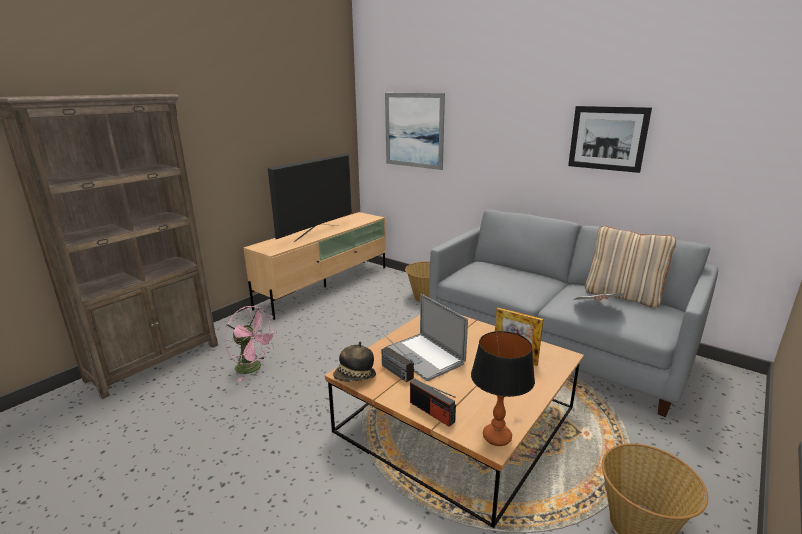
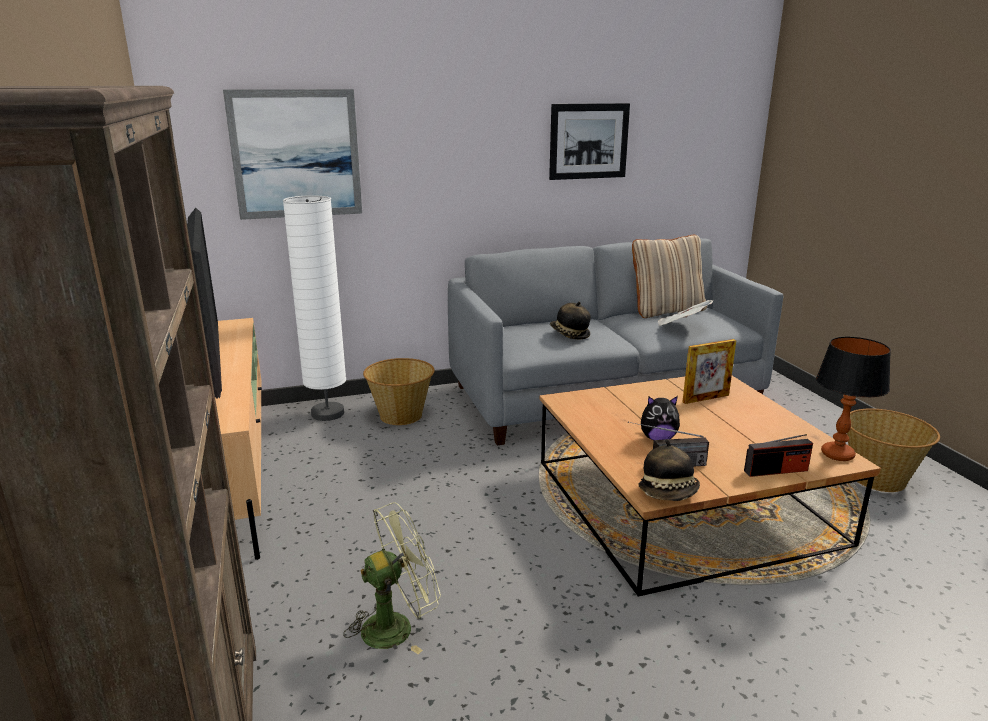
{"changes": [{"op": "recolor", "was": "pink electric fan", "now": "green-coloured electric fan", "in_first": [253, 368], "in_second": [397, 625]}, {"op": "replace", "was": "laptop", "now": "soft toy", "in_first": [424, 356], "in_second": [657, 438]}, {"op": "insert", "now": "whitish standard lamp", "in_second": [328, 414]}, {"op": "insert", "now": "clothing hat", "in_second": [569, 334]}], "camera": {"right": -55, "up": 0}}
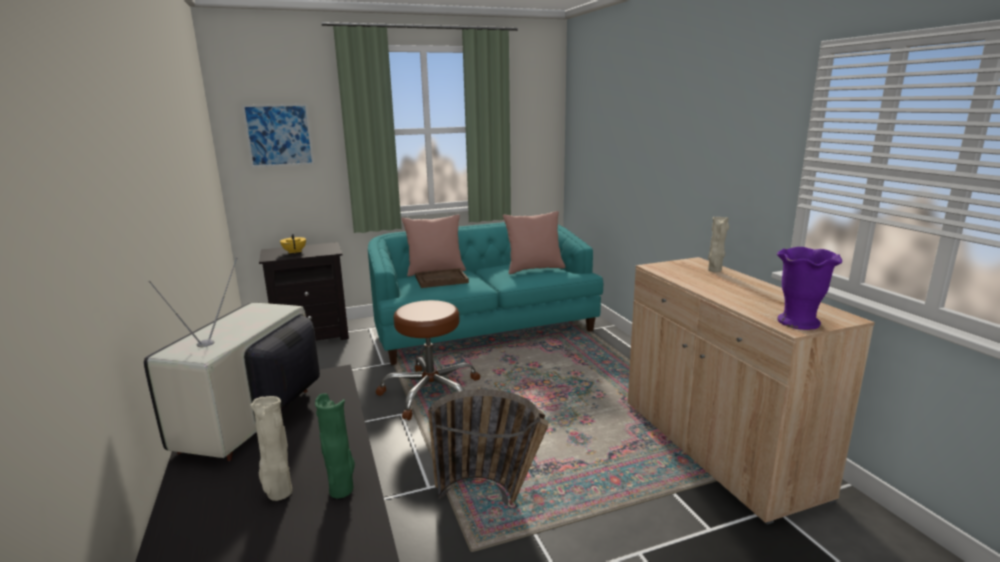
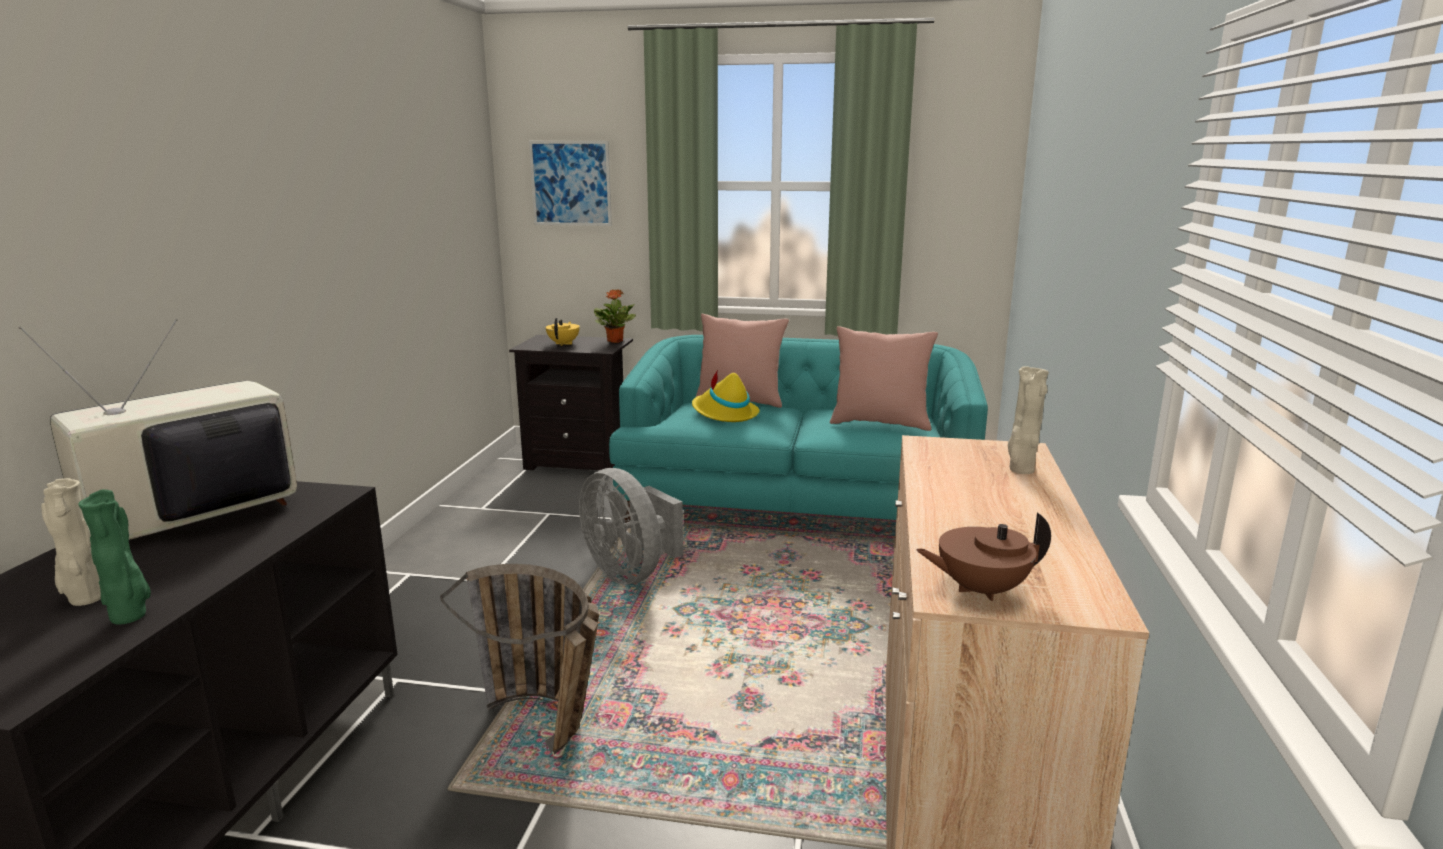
{"changes": [{"op": "replace", "was": "brownish stool seat", "now": "gray electric fan", "in_first": [430, 393], "in_second": [630, 572]}, {"op": "replace", "was": "brownish tray", "now": "yellow clothing hat", "in_first": [441, 280], "in_second": [724, 413]}, {"op": "replace", "was": "purple decorative vase", "now": "brownish teapot", "in_first": [798, 322], "in_second": [980, 589]}, {"op": "insert", "now": "houseplant", "in_second": [615, 341]}], "camera": {"right": 30, "up": 0}}
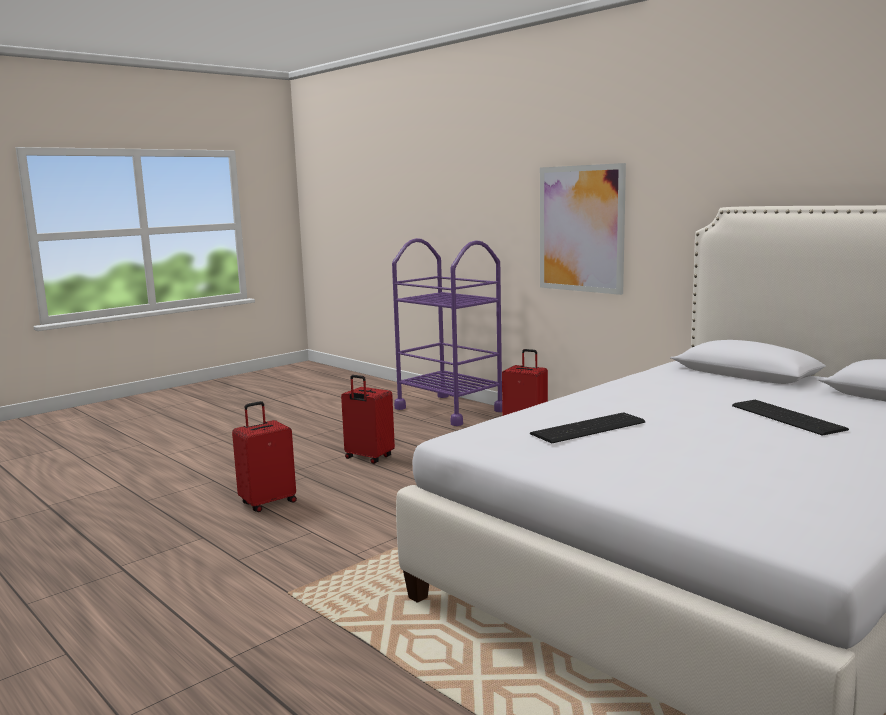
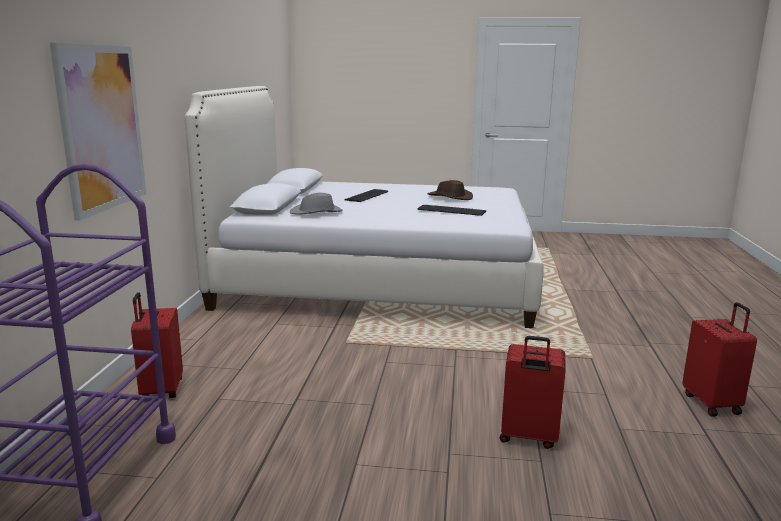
{"changes": [{"op": "move", "was": "reddish piece of luggage", "in_first": [368, 458], "in_second": [712, 404]}, {"op": "insert", "now": "gray clothing hat", "in_second": [316, 212]}, {"op": "insert", "now": "brownish clothing hat", "in_second": [449, 197]}], "camera": {"right": -130, "up": 5}}
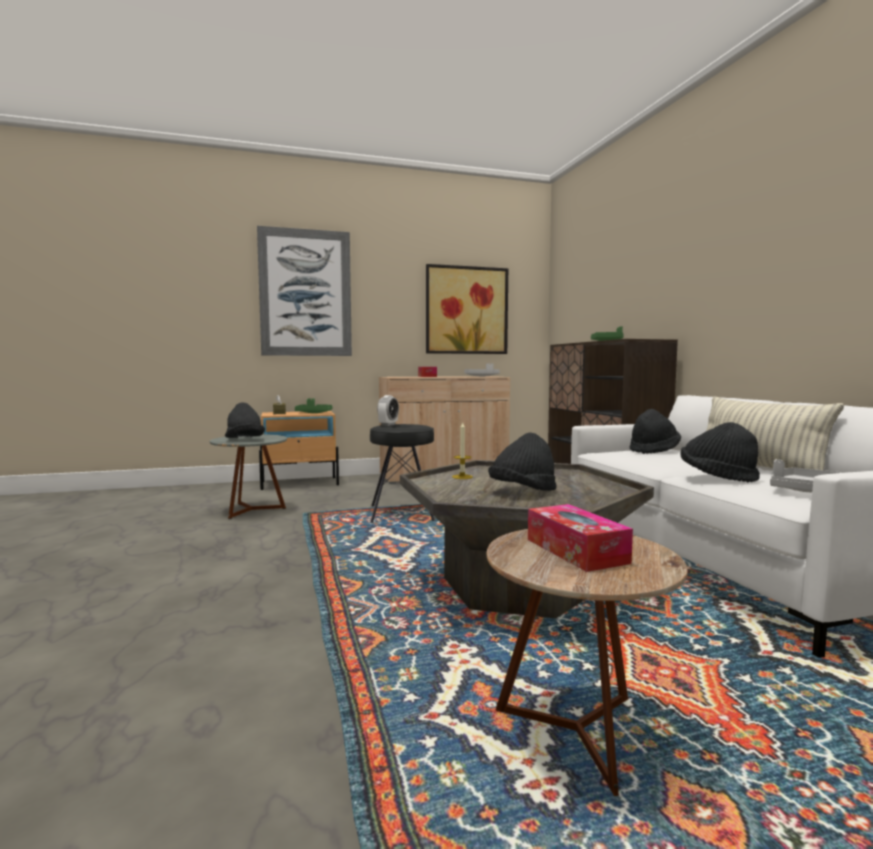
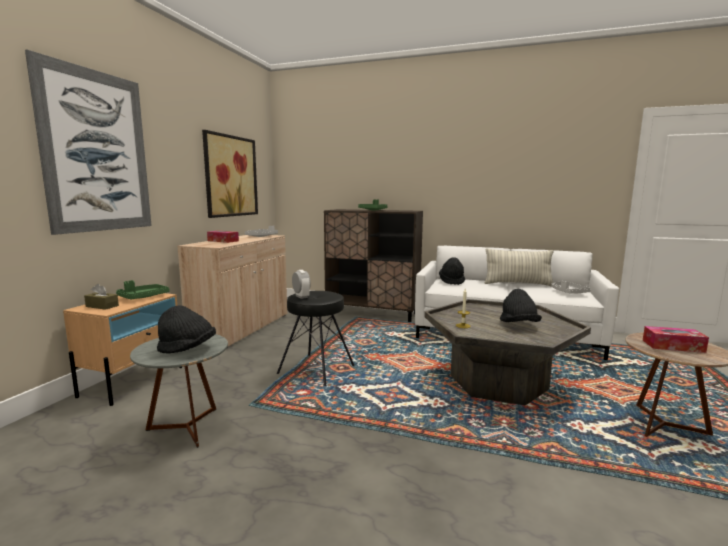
{"changes": [{"op": "delete", "was": "black-coloured clothing hat", "in_first": [717, 477]}], "camera": {"right": -55, "up": 5}}
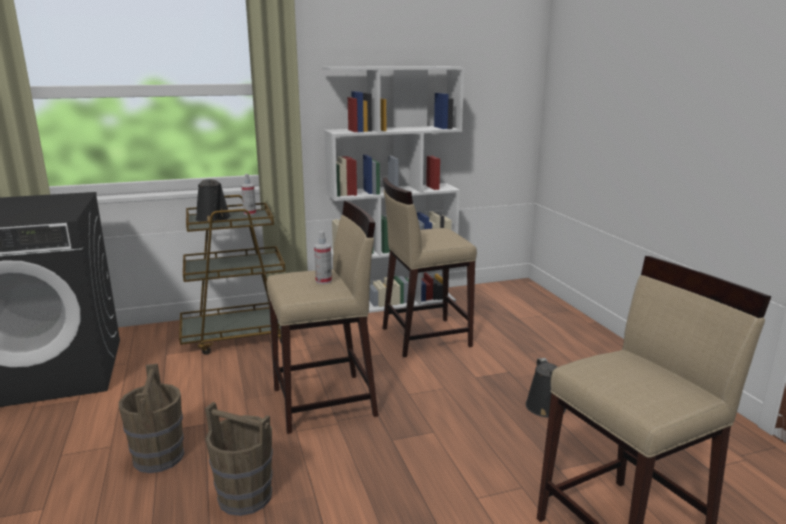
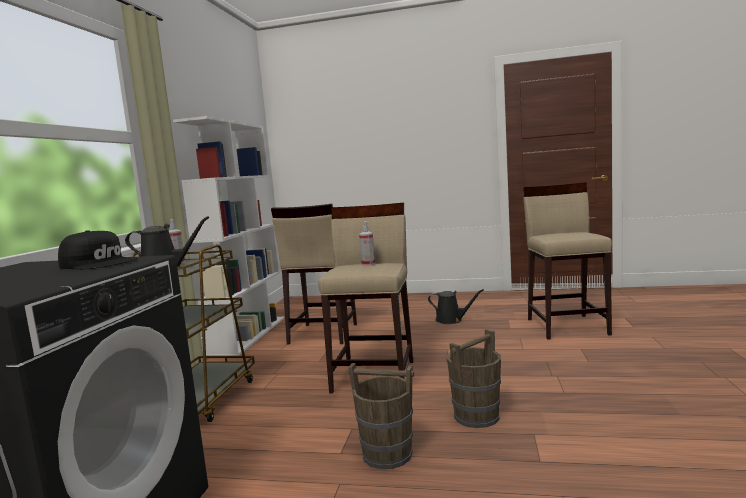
{"changes": [{"op": "insert", "now": "black-coloured cap", "in_second": [100, 263]}], "camera": {"right": -60, "up": -10}}
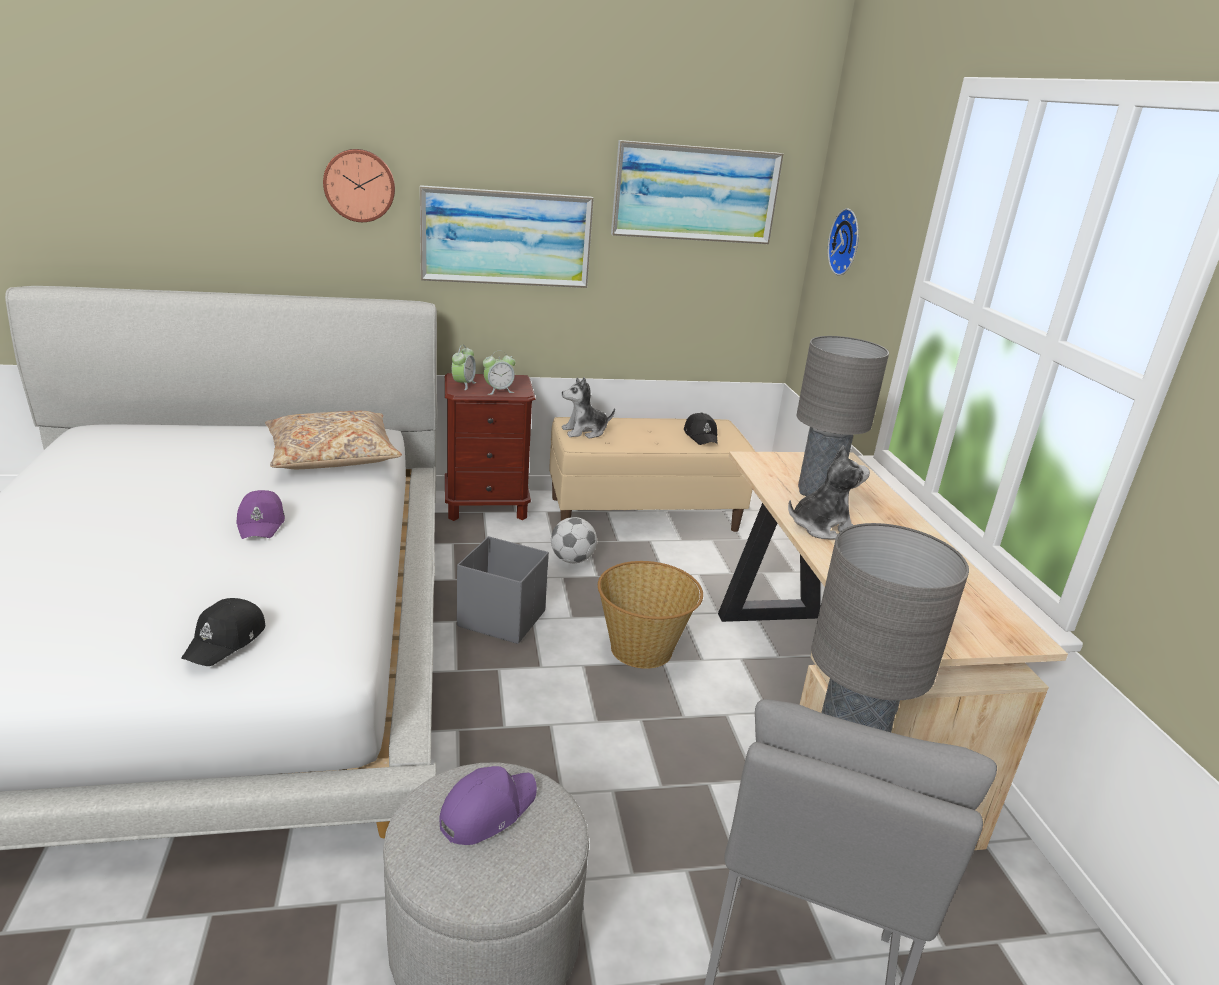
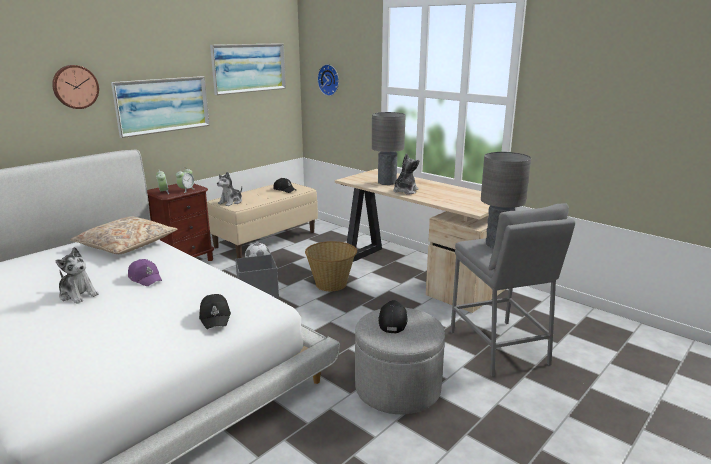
{"changes": [{"op": "recolor", "was": "purple cap", "now": "black-coloured cap", "in_first": [487, 810], "in_second": [392, 321]}, {"op": "insert", "now": "soft toy", "in_second": [78, 294]}], "camera": {"right": -35, "up": -5}}
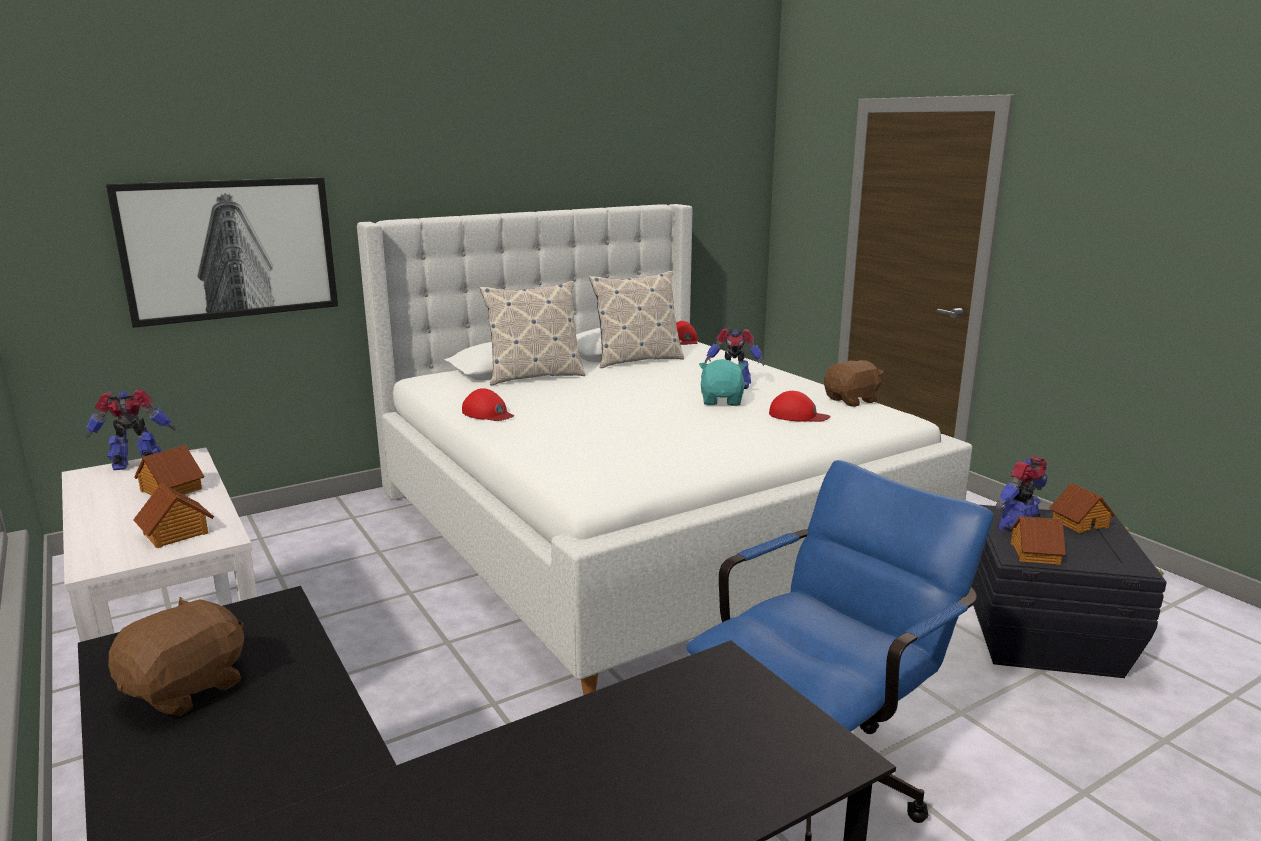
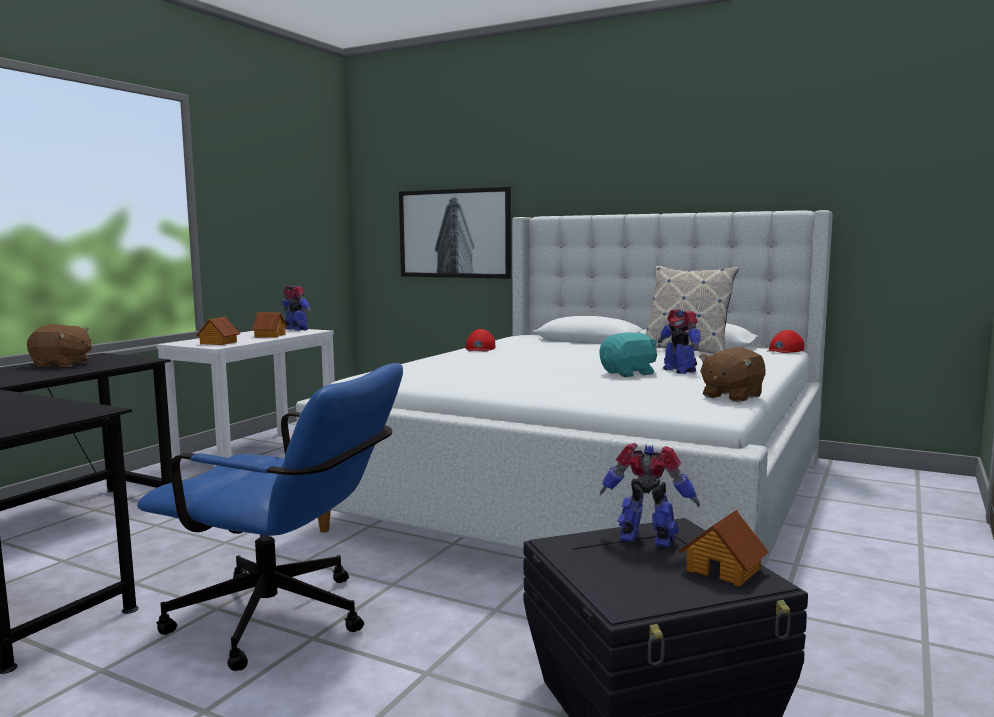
{"changes": [{"op": "delete", "was": "pillow", "in_first": [534, 376]}, {"op": "delete", "was": "reddish cap", "in_first": [798, 415]}, {"op": "rotate", "was": "brownish soft toy", "in_first": [852, 400], "in_second": [731, 396], "clockwise": 105}, {"op": "delete", "was": "model house", "in_first": [1034, 553]}], "camera": {"right": 60, "up": -10}}
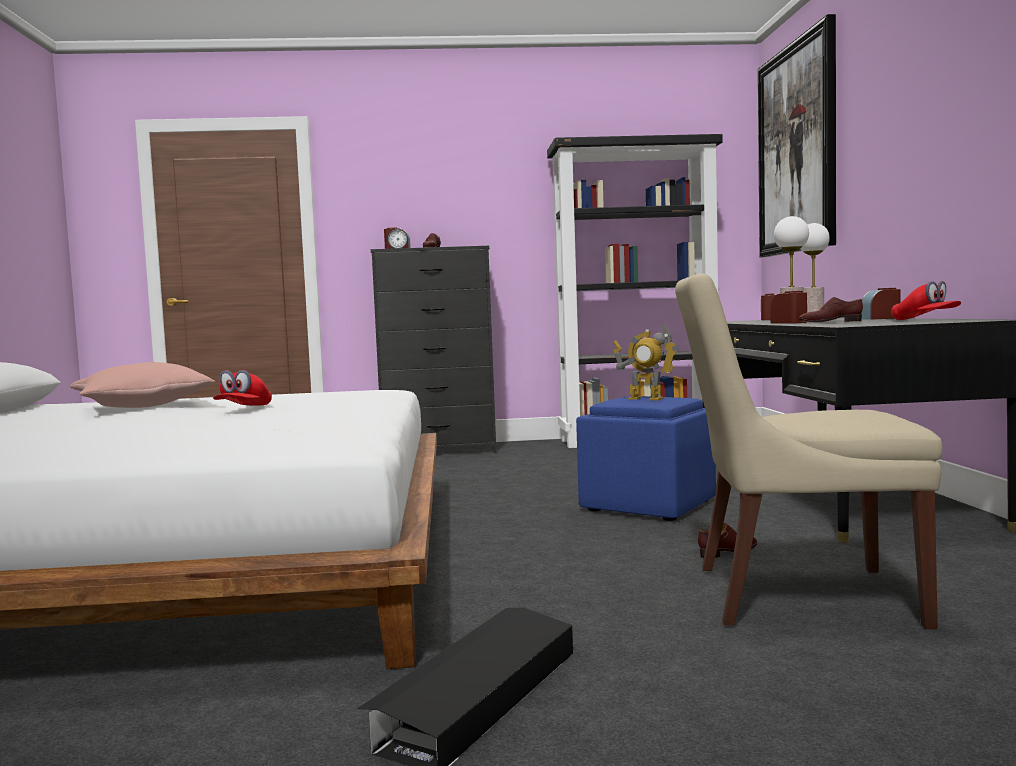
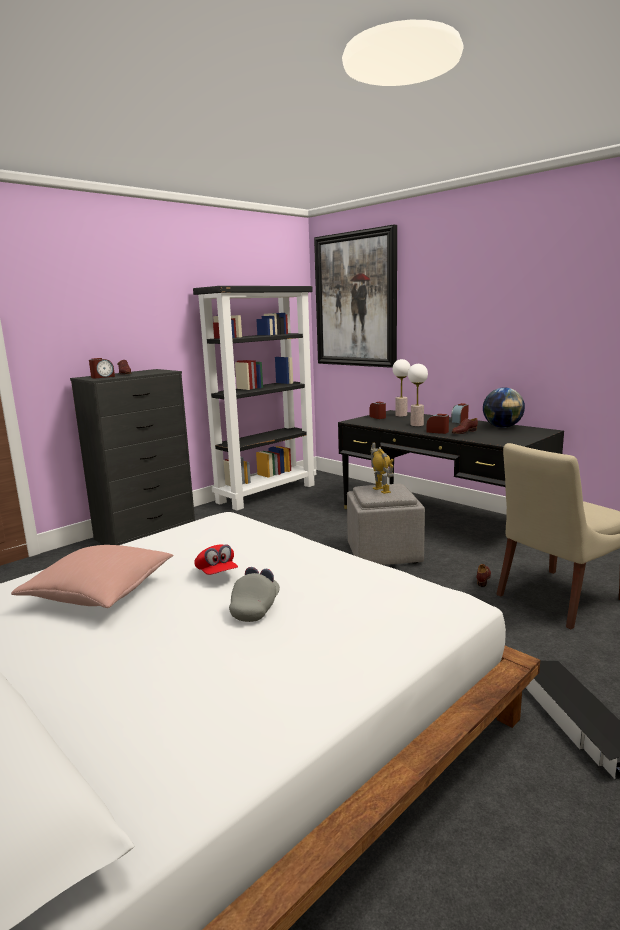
{"changes": [{"op": "recolor", "was": "blue ottoman", "now": "gray ottoman", "in_first": [650, 505], "in_second": [384, 553]}, {"op": "rotate", "was": "model robot", "in_first": [645, 399], "in_second": [381, 490], "clockwise": -105}, {"op": "replace", "was": "reddish cap", "now": "desk globe", "in_first": [925, 319], "in_second": [502, 427]}, {"op": "insert", "now": "gray cap", "in_second": [255, 608]}], "camera": {"right": -40, "up": 10}}
